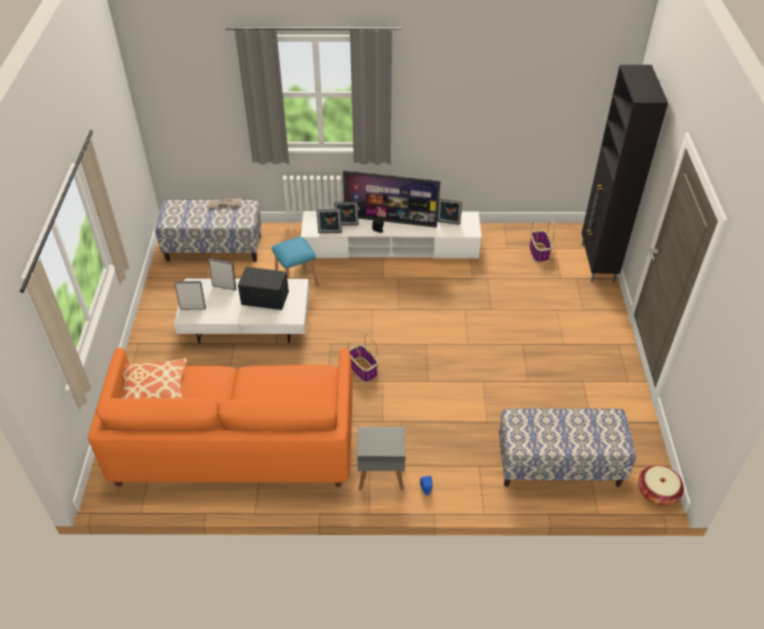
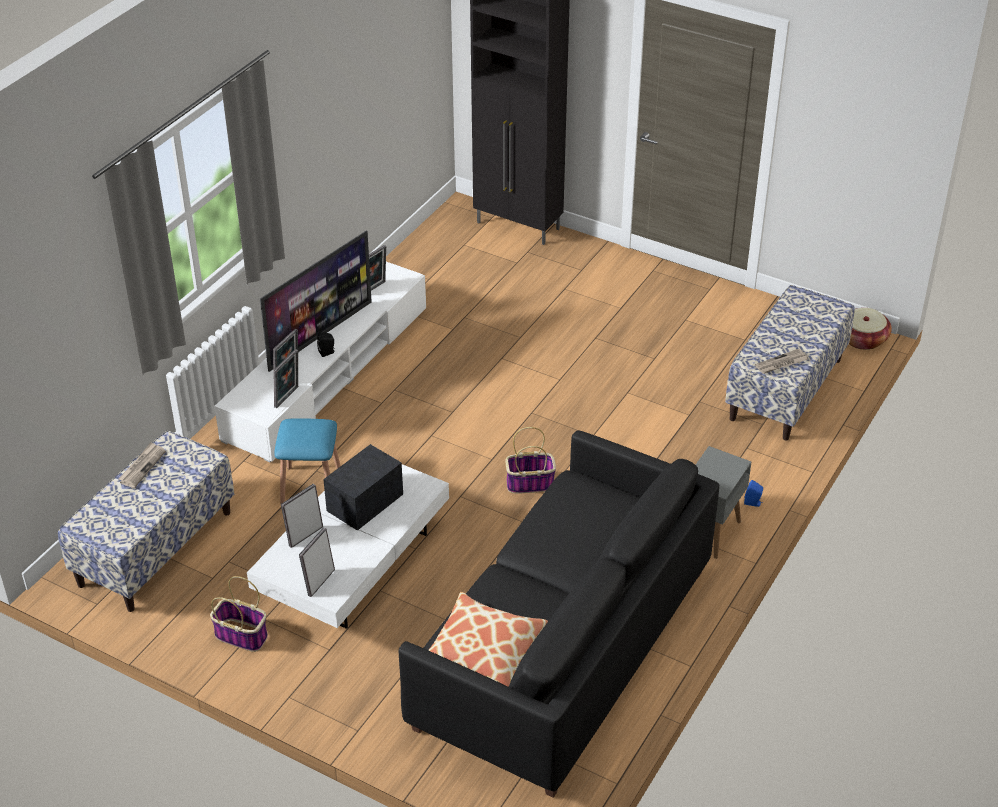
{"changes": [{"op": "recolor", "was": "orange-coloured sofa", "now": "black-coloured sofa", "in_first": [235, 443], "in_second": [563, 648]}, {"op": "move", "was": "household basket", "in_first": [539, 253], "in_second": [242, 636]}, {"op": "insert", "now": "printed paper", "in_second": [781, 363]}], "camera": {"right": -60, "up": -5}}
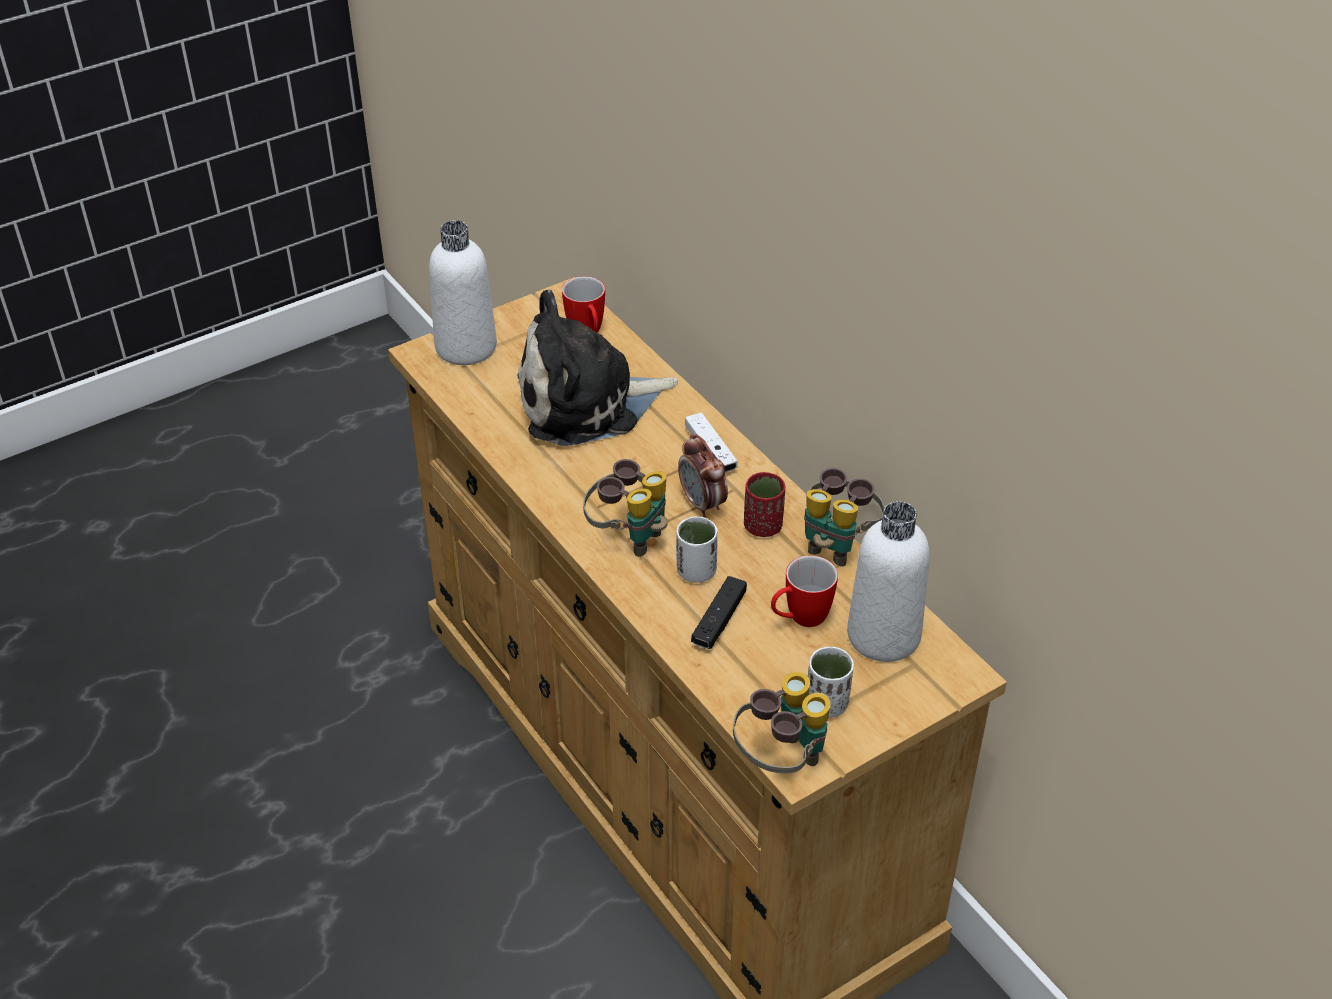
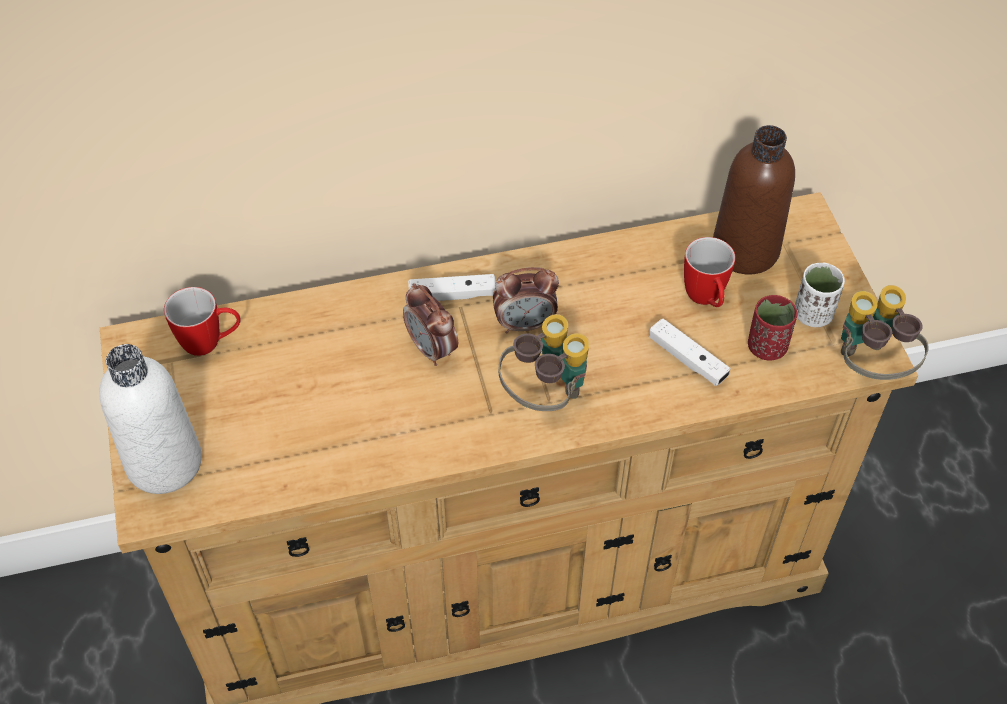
{"changes": [{"op": "delete", "was": "soft toy", "in_first": [587, 402]}, {"op": "delete", "was": "whitish small cup", "in_first": [696, 571]}, {"op": "recolor", "was": "black-coloured game controller", "now": "whitish game controller", "in_first": [719, 621], "in_second": [687, 359]}, {"op": "move", "was": "reddish small cup", "in_first": [763, 526], "in_second": [766, 347]}, {"op": "delete", "was": "binoculars", "in_first": [836, 544]}, {"op": "recolor", "was": "whitish drink bottle", "now": "brownish drink bottle", "in_first": [883, 636], "in_second": [745, 250]}, {"op": "insert", "now": "alarm clock", "in_second": [432, 349]}], "camera": {"right": -70, "up": 10}}
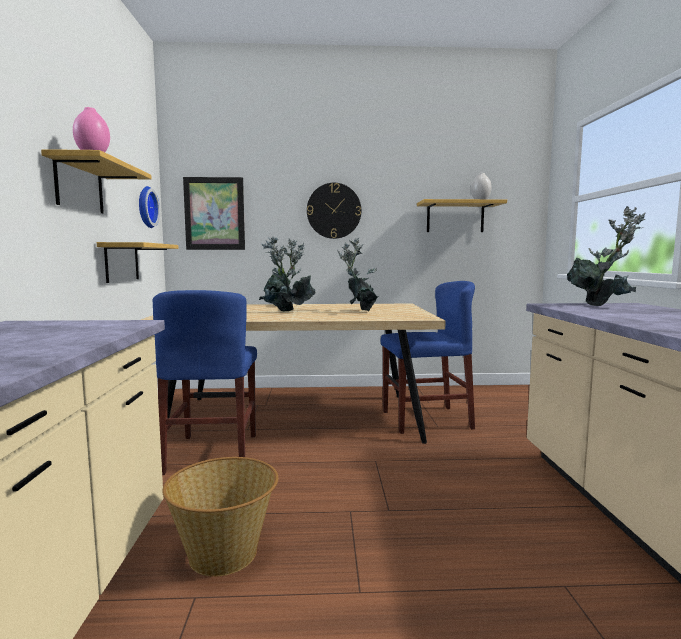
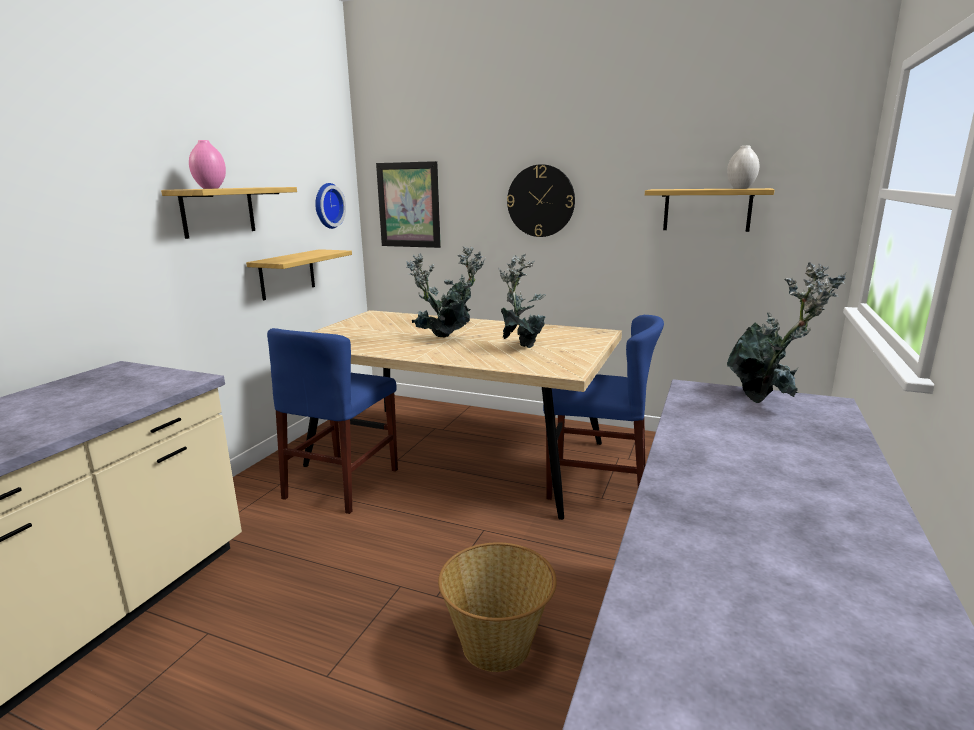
{"changes": [{"op": "move", "was": "household basket", "in_first": [224, 553], "in_second": [498, 644]}], "camera": {"right": 25, "up": 10}}
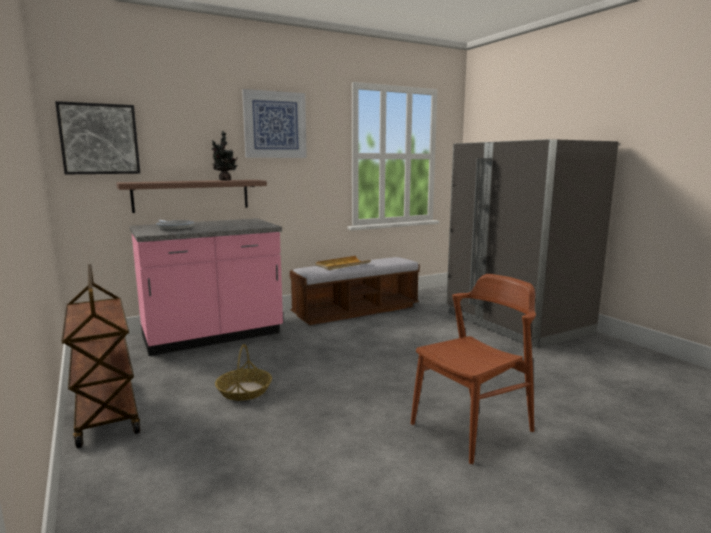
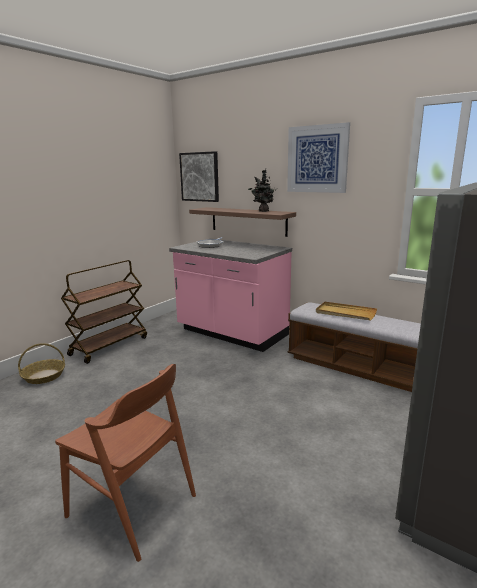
{"changes": [{"op": "move", "was": "household basket", "in_first": [244, 390], "in_second": [44, 376]}], "camera": {"right": 65, "up": 5}}
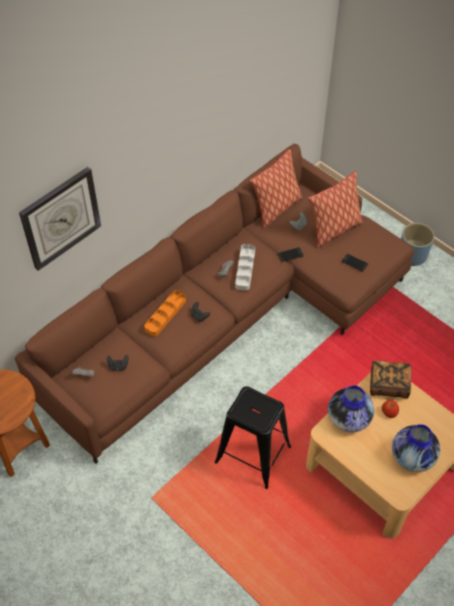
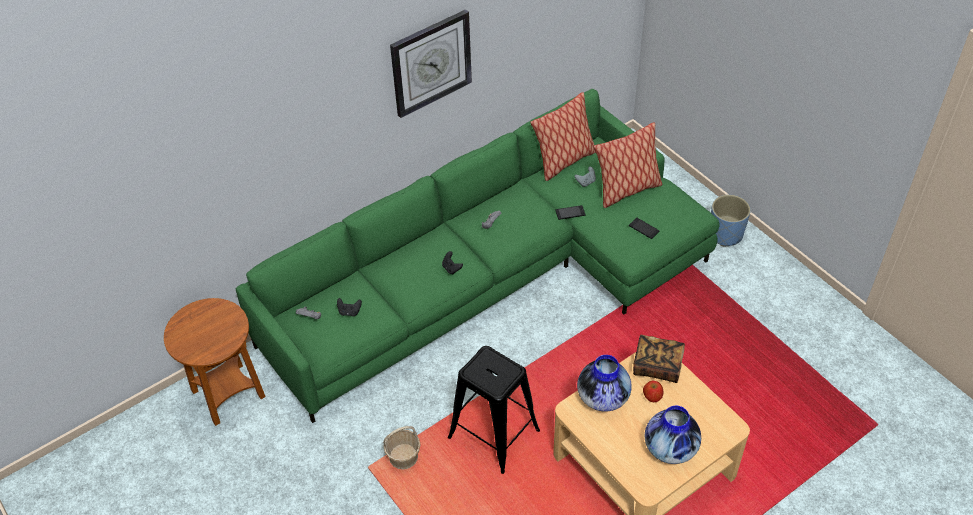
{"changes": [{"op": "recolor", "was": "brownish sofa", "now": "green-coloured sofa", "in_first": [227, 315], "in_second": [493, 278]}, {"op": "move", "was": "hanging clock", "in_first": [60, 218], "in_second": [431, 63]}, {"op": "delete", "was": "orange-coloured tray", "in_first": [165, 315]}, {"op": "delete", "was": "gray tray", "in_first": [245, 269]}, {"op": "insert", "now": "household basket", "in_second": [404, 457]}], "camera": {"right": 10, "up": -5}}
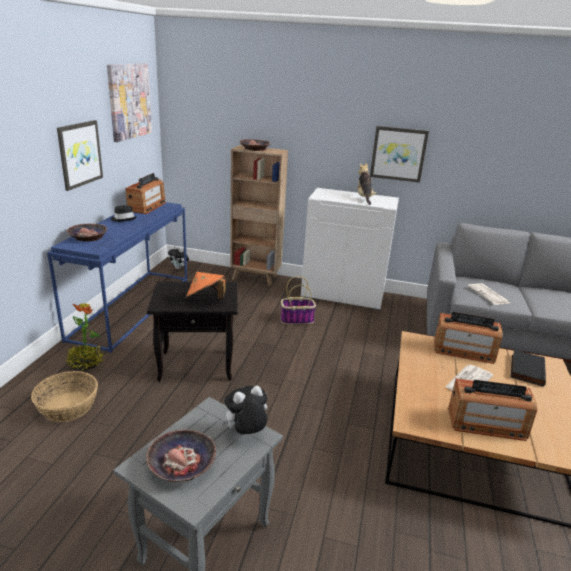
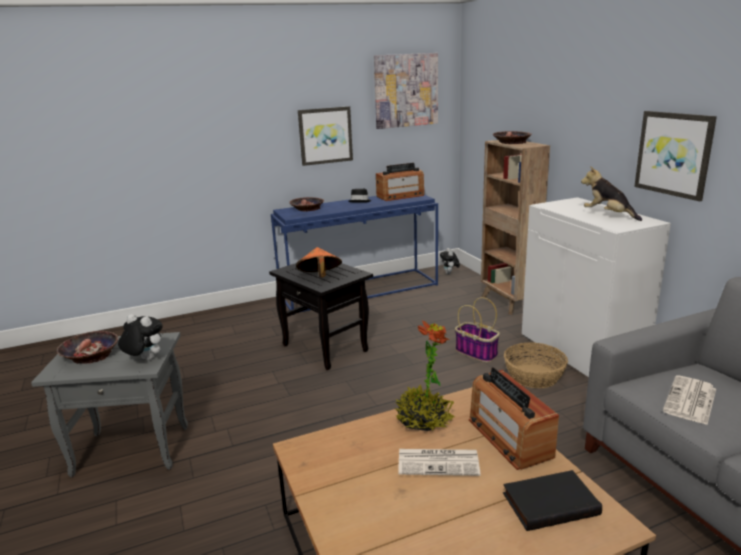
{"changes": [{"op": "move", "was": "household basket", "in_first": [68, 406], "in_second": [534, 376]}, {"op": "move", "was": "houseplant", "in_first": [85, 363], "in_second": [423, 420]}, {"op": "rotate", "was": "soft toy", "in_first": [364, 198], "in_second": [608, 215], "clockwise": -90}, {"op": "delete", "was": "radio set", "in_first": [486, 424]}], "camera": {"right": 55, "up": -5}}
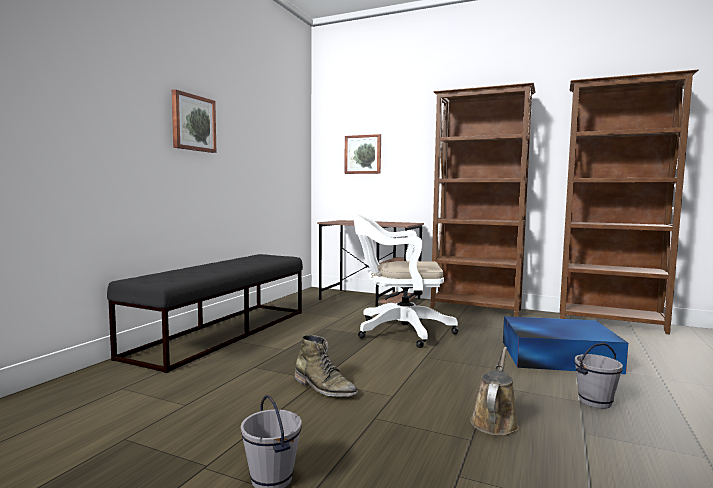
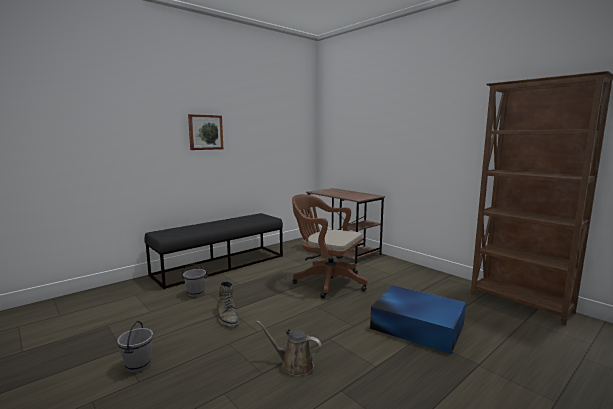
{"changes": [{"op": "delete", "was": "wall picture", "in_first": [363, 154]}, {"op": "recolor", "was": "whitish desk chair", "now": "brownish desk chair", "in_first": [398, 331], "in_second": [326, 282]}, {"op": "delete", "was": "brownish bookshelf", "in_first": [476, 309]}, {"op": "rotate", "was": "brownish sprinkling can", "in_first": [494, 421], "in_second": [294, 365], "clockwise": -120}, {"op": "move", "was": "gray water bucket", "in_first": [595, 402], "in_second": [195, 294]}], "camera": {"right": 25, "up": 5}}
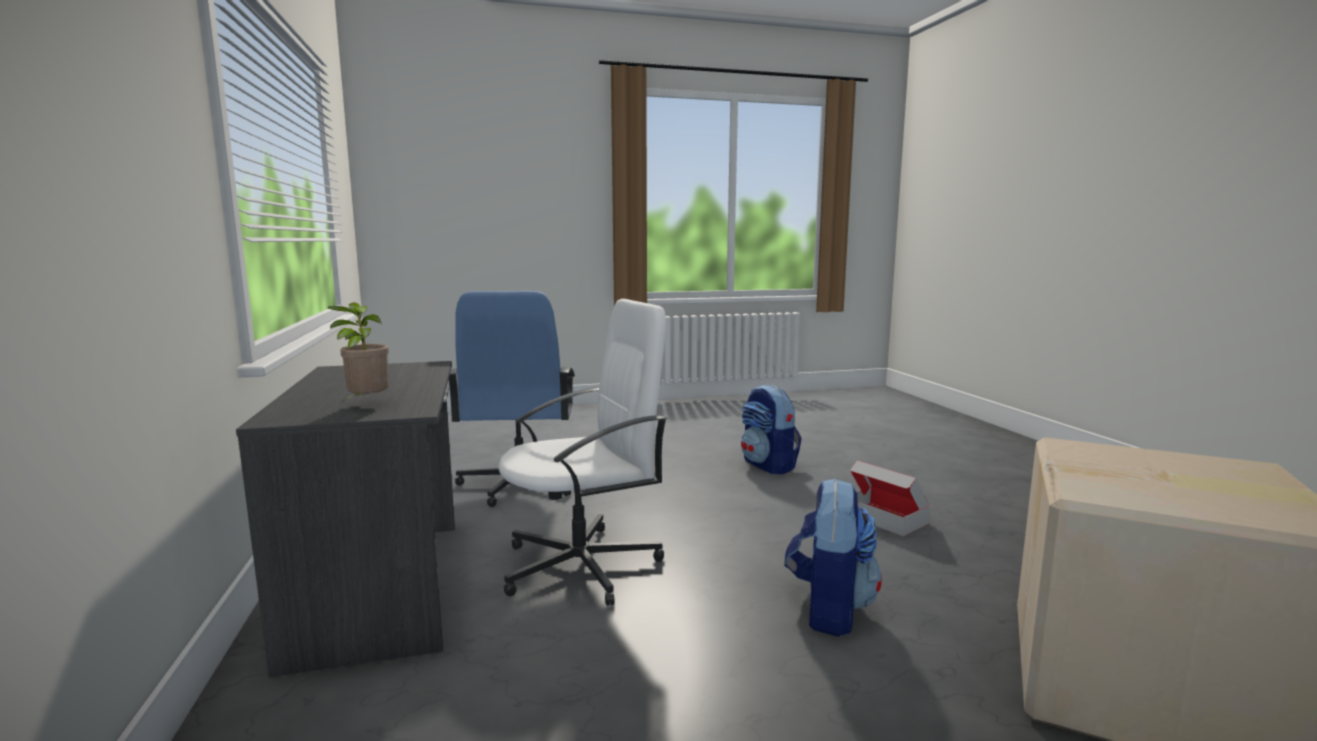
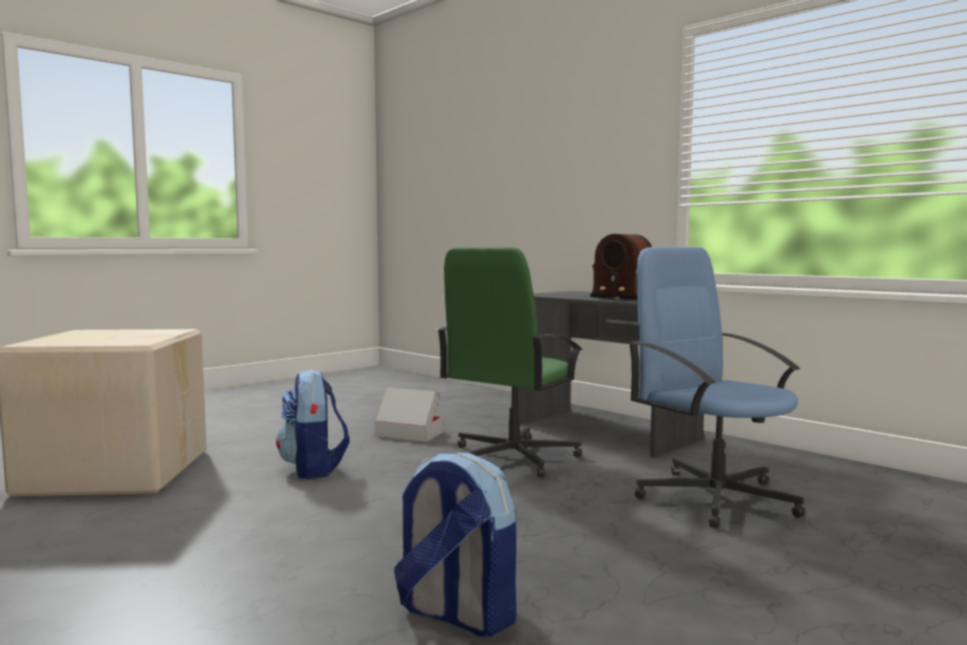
{"changes": [{"op": "delete", "was": "houseplant", "in_first": [366, 404]}, {"op": "recolor", "was": "whitish desk chair", "now": "green-coloured desk chair", "in_first": [583, 565], "in_second": [511, 458]}, {"op": "move", "was": "cardboard box", "in_first": [885, 518], "in_second": [408, 434]}, {"op": "insert", "now": "radio set", "in_second": [622, 298]}], "camera": {"right": 150, "up": -5}}
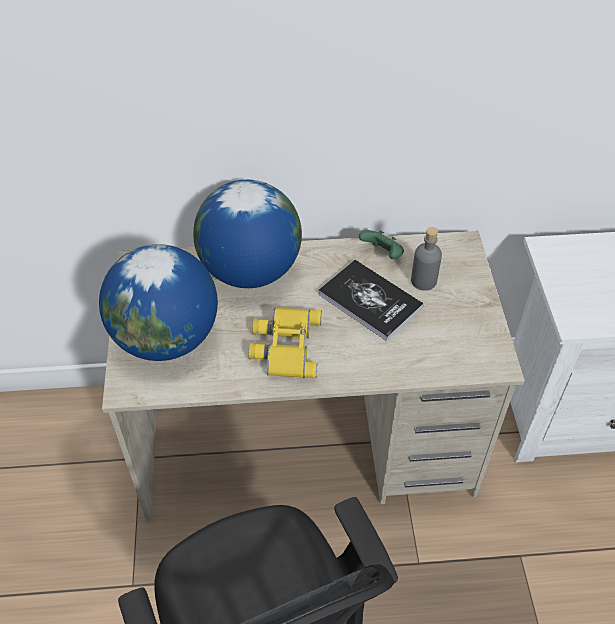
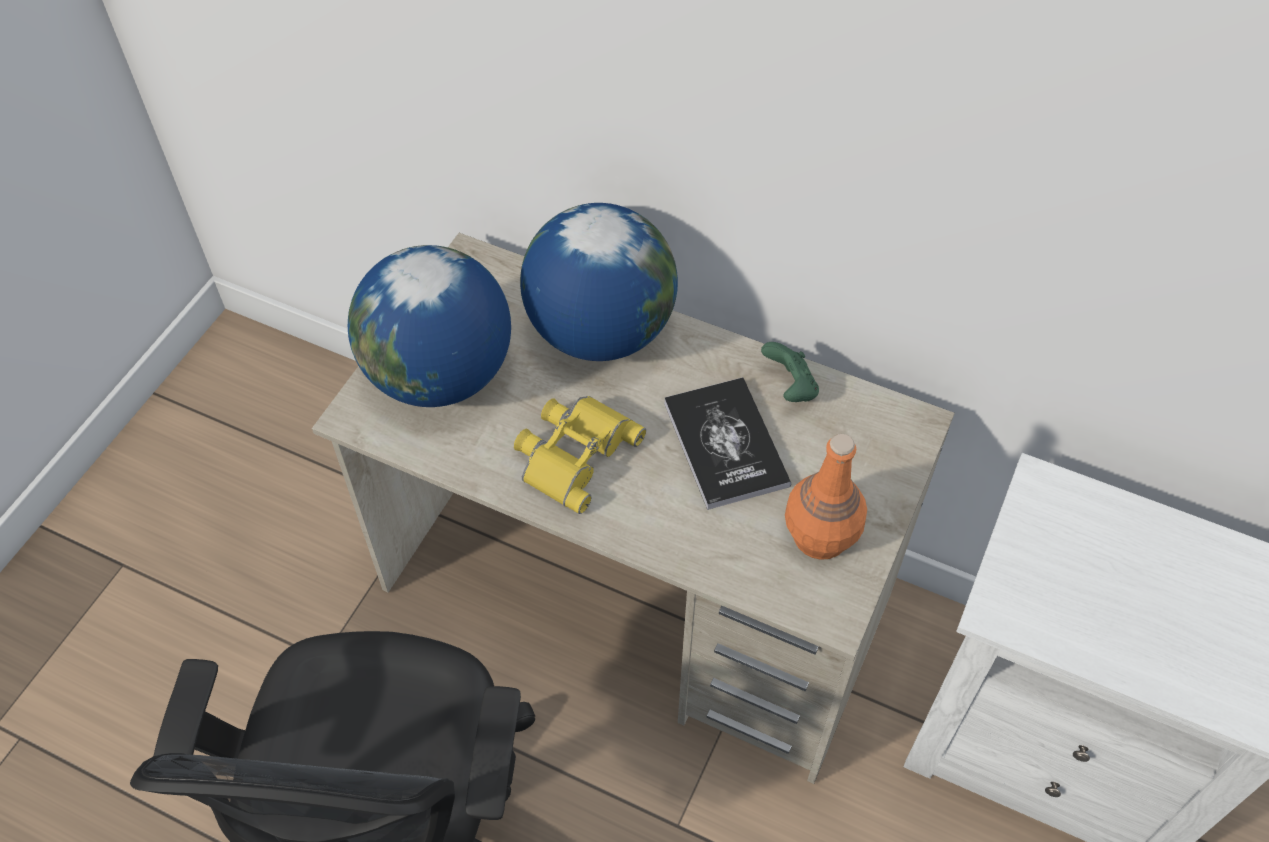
{"changes": [{"op": "delete", "was": "gray drink bottle", "in_first": [423, 281]}, {"op": "insert", "now": "orange-coloured drink bottle", "in_second": [819, 535]}], "camera": {"right": 30, "up": 5}}
